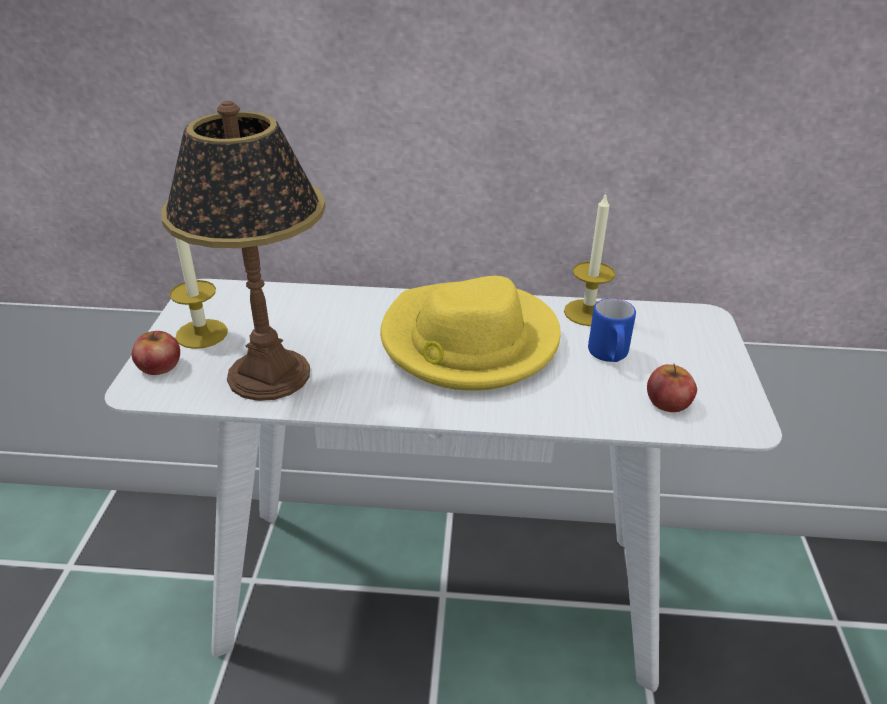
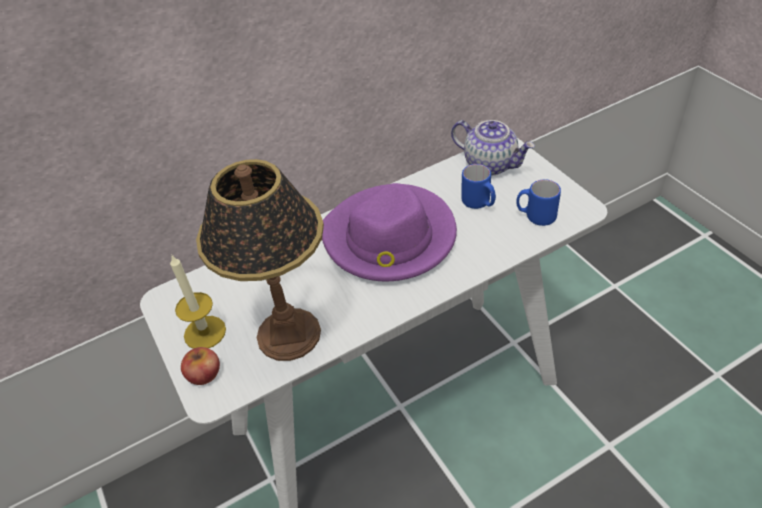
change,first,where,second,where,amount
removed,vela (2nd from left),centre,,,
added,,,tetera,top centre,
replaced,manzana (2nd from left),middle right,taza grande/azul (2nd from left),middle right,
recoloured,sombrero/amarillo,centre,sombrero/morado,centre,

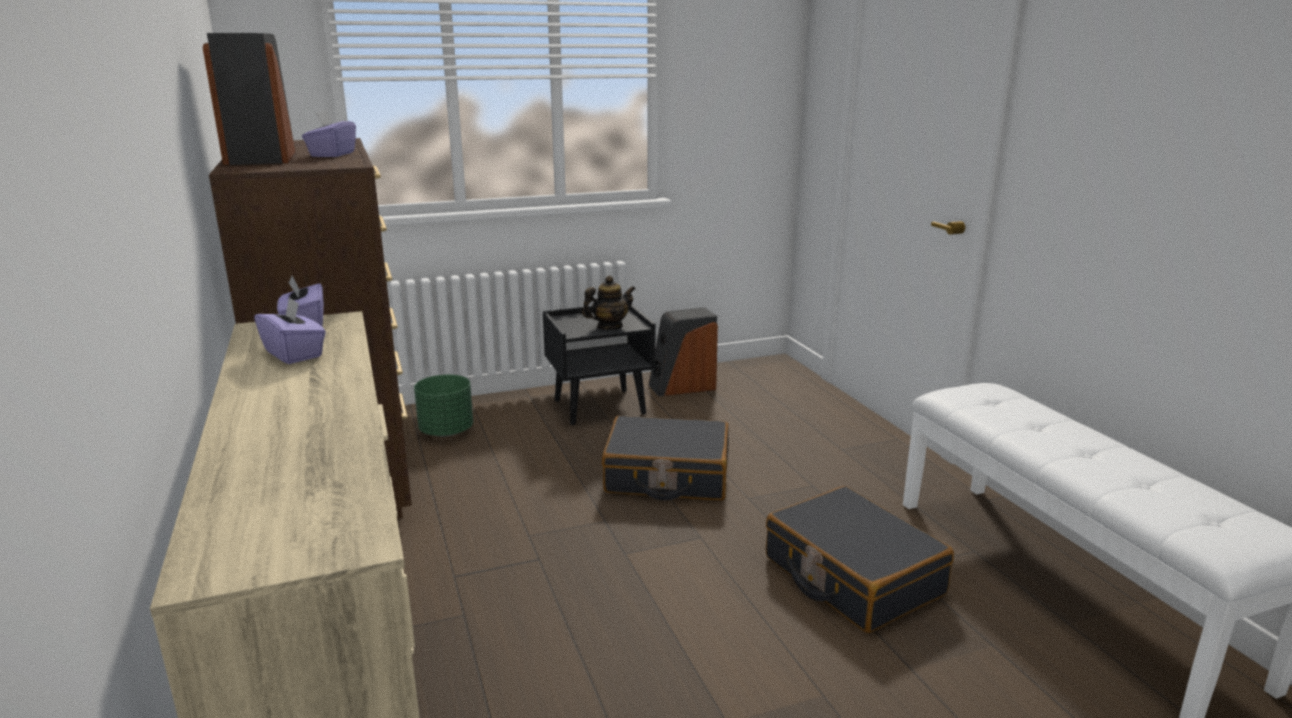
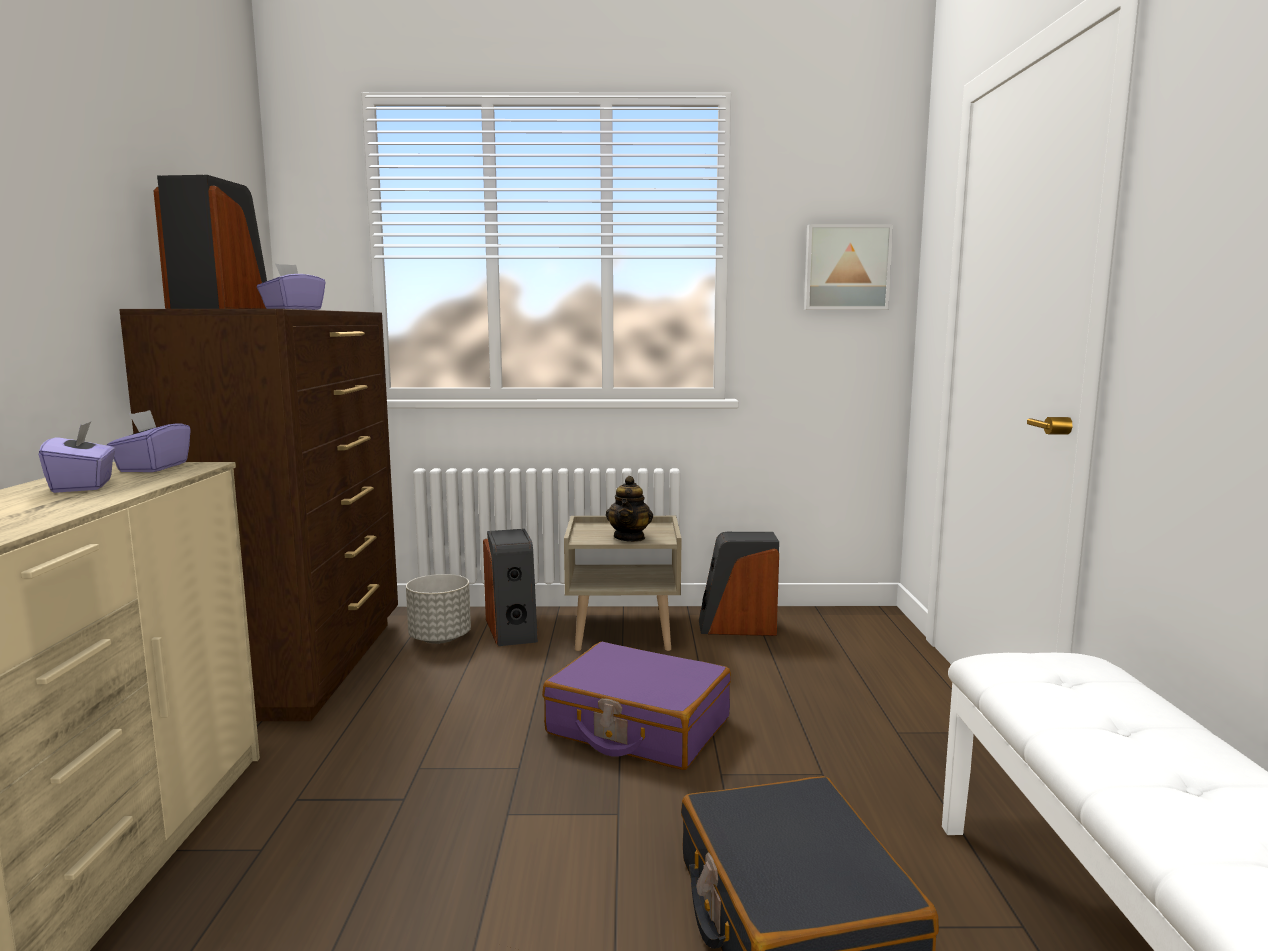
change,first,where,second,where,amount
added,,,altavoz (2nd from left),centre,
added,,,cuadro,top right,
recoloured,maceta/verde,centre,maceta/gris,centre,
recoloured,mesita de noche/negro,centre,mesita de noche/beis,centre,
recoloured,maleta/negro (1st from left),centre,maleta/morado,bottom centre,
turned,tetera,centre,,centre,105 degrees clockwise

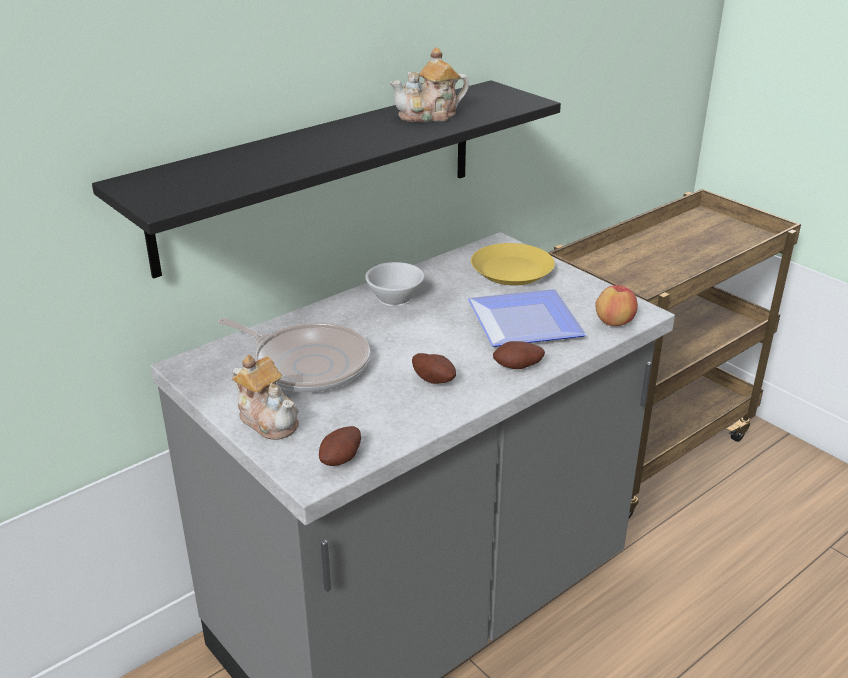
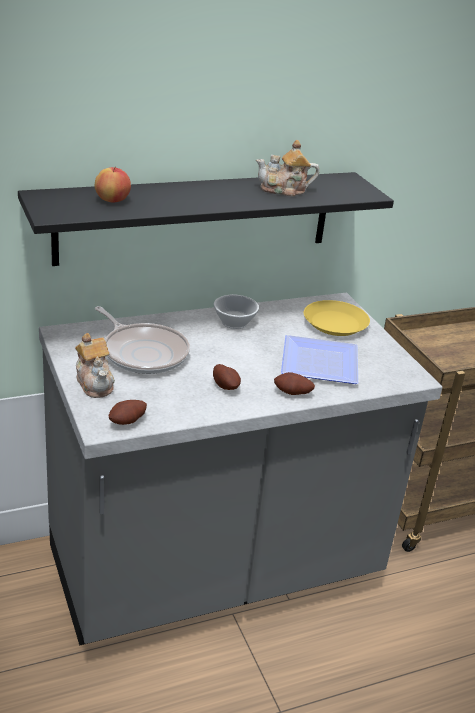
change,first,where,second,where,amount
moved,manzana,middle right,,top left,

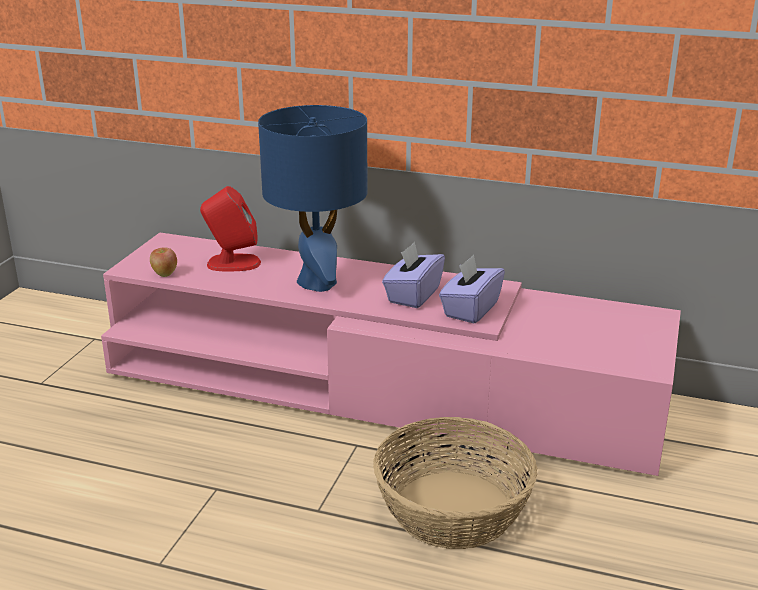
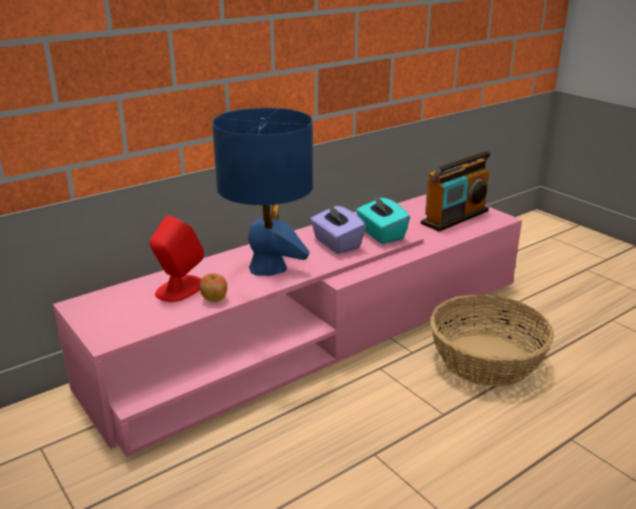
change,first,where,second,where,amount
added,,,radio,middle right,
moved,manzana,middle left,,centre,
recoloured,caja de pañuelos/morado (2nd from left),centre,caja de pañuelos/turquesa,centre,

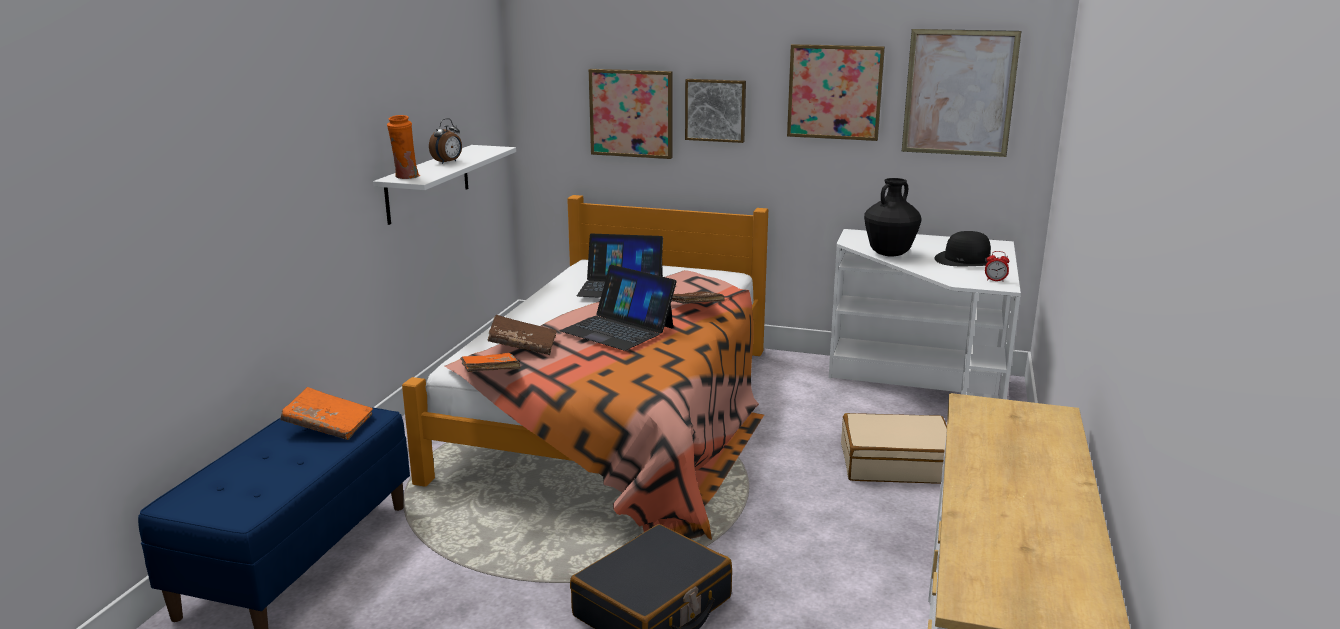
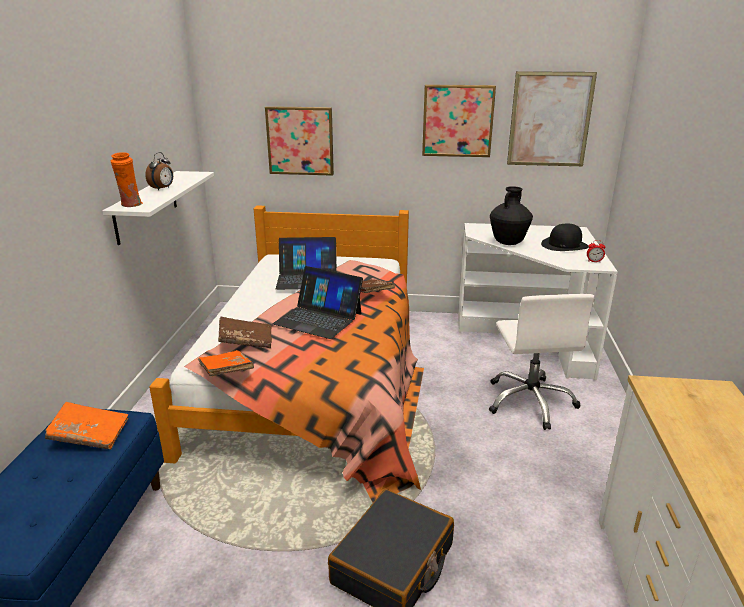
change,first,where,second,where,amount
removed,cuadro (2nd from left),top centre,,,
replaced,maleta/beis,bottom right,silla de oficina/blanco,middle right,

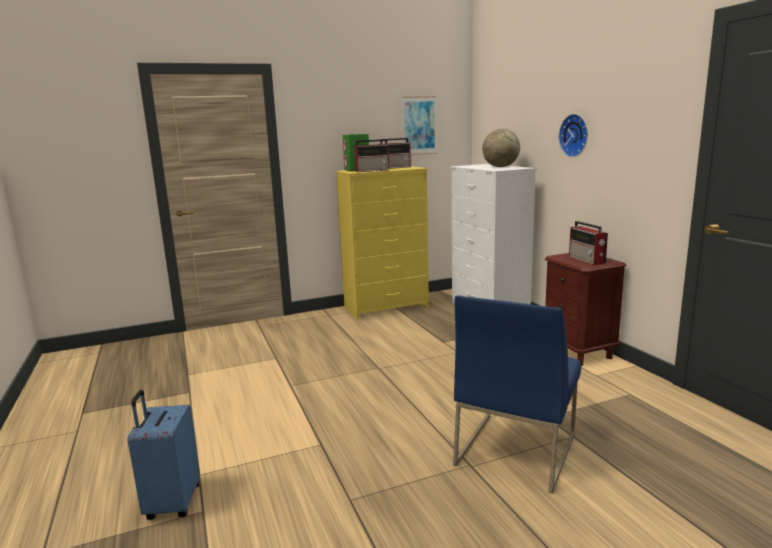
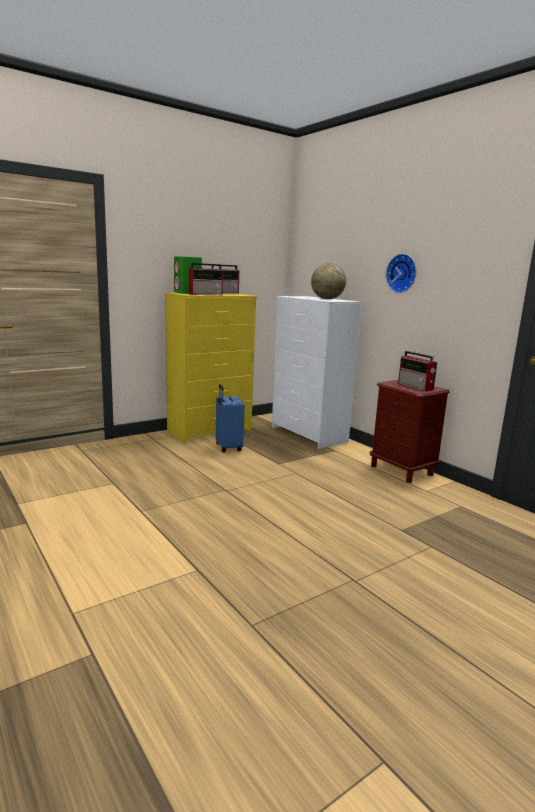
change,first,where,second,where,amount
removed,cuadro,top centre,,,
removed,silla/azul,bottom right,,,
moved,maleta/azul,bottom left,,centre,

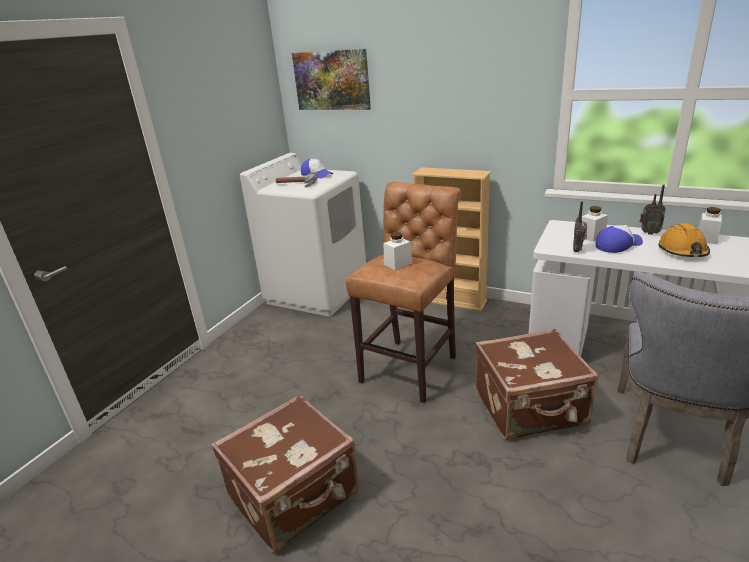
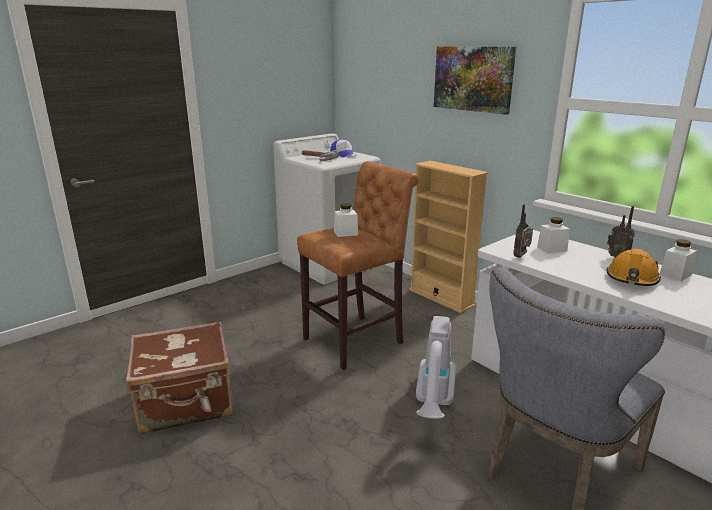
change,first,where,second,where,amount
removed,gorra (2nd from left),middle right,,,
moved,cuadro,top centre,,top right,
replaced,maleta/marrón (2nd from left),bottom right,aspiradora,bottom centre,

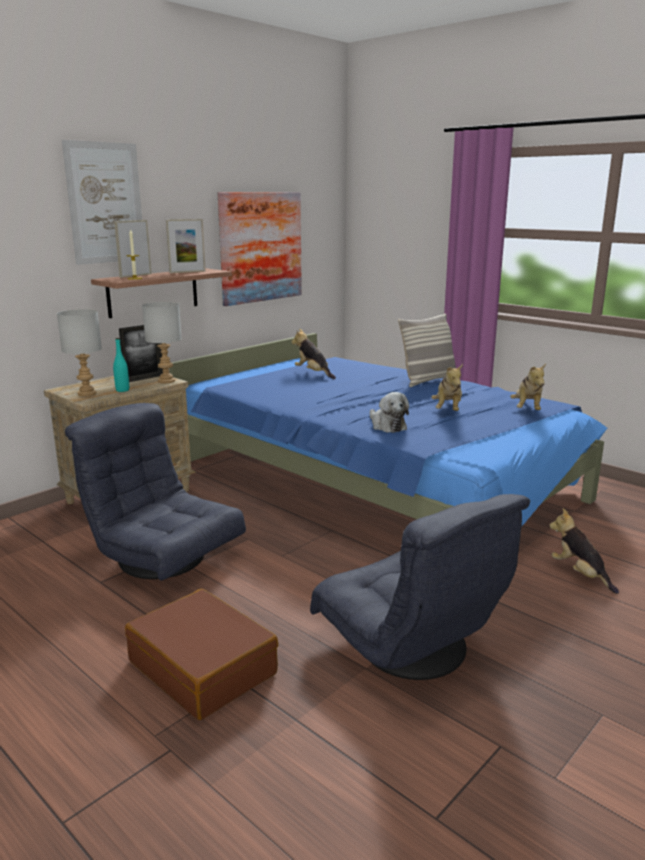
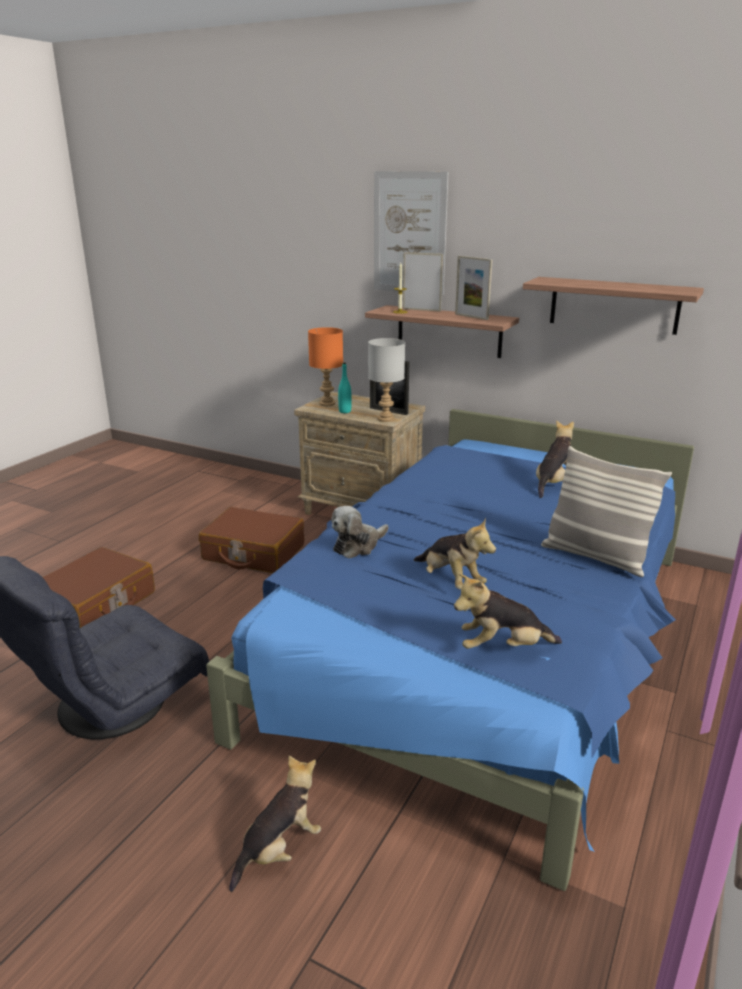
change,first,where,second,where,amount
replaced,sillón/gris (1st from left),middle left,maleta/marrón (2nd from left),centre,
replaced,cuadro (2nd from left),top centre,estante (2nd from left),top right,
recoloured,lámpara de mesa/gris (1st from left),middle left,lámpara de mesa/naranja,centre,
turned,peluche (3rd from left),middle right,,centre,120 degrees counterclockwise

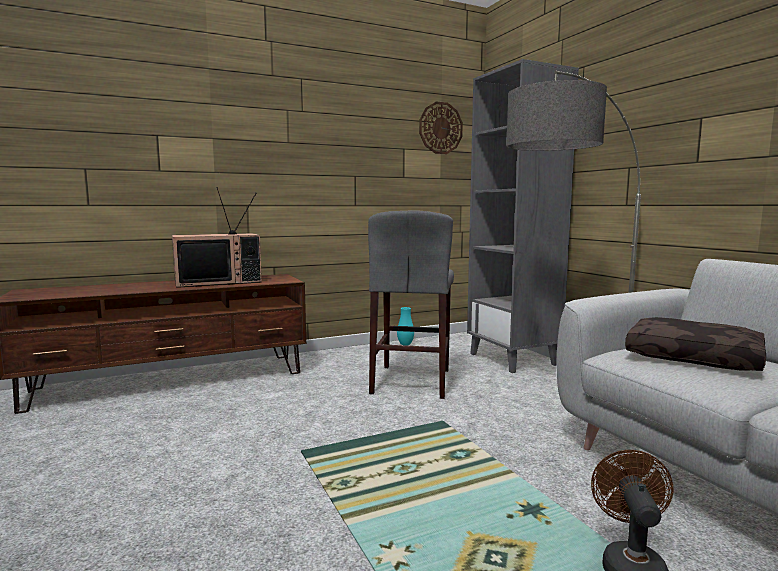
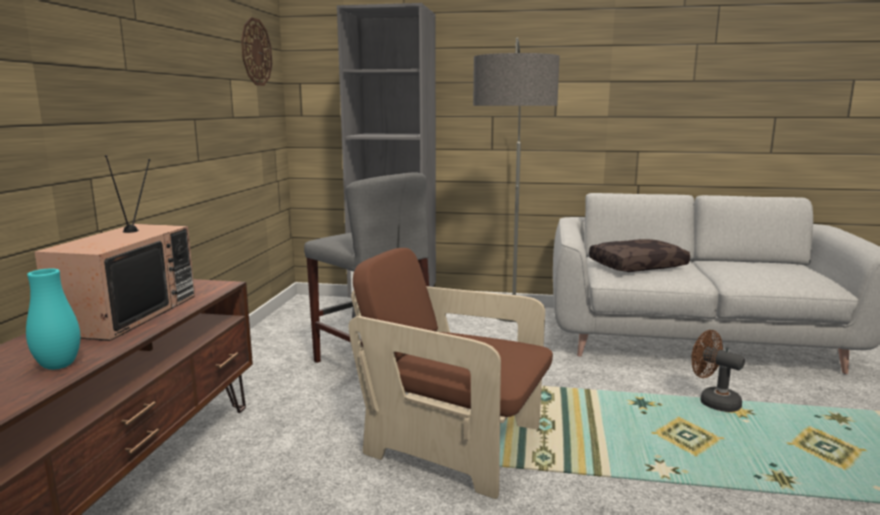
change,first,where,second,where,amount
added,,,sillón/marrón,bottom centre,
moved,florero/turquesa,centre,,middle left,

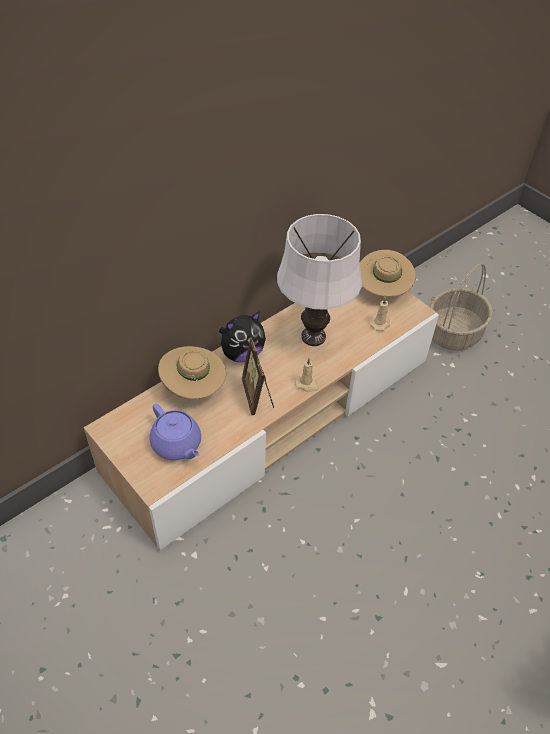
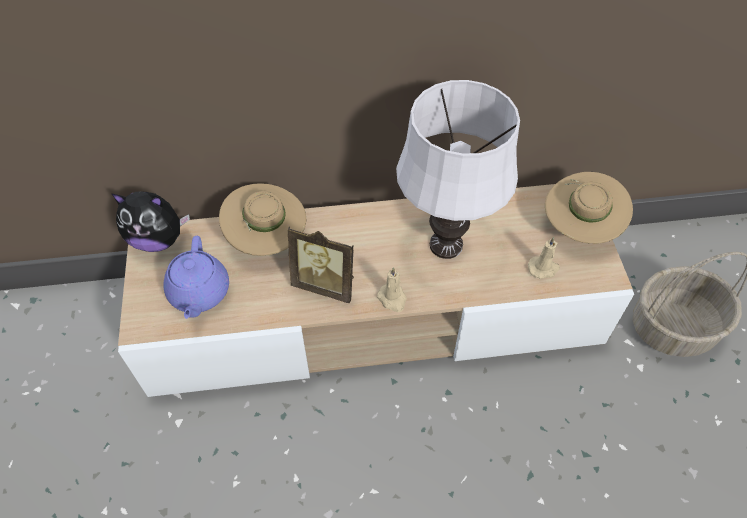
change,first,where,second,where,amount
moved,peluche,centre,,middle left,
turned,portarretratos,centre,,centre,90 degrees counterclockwise

